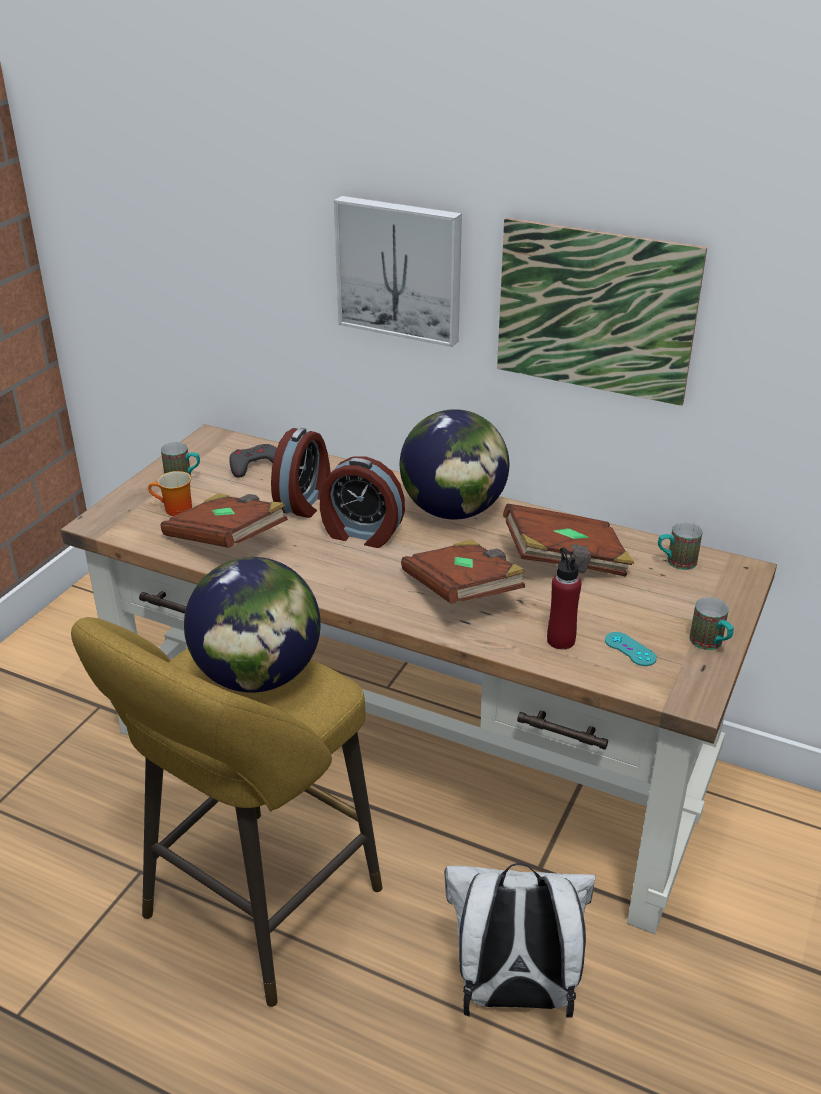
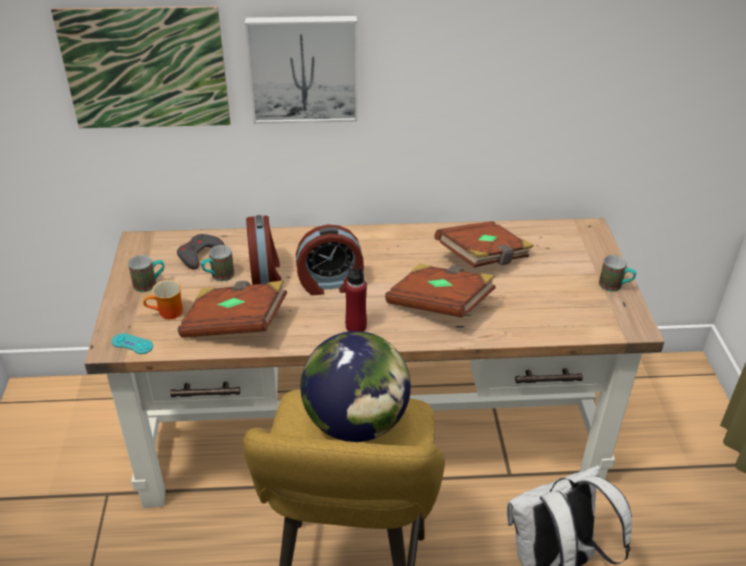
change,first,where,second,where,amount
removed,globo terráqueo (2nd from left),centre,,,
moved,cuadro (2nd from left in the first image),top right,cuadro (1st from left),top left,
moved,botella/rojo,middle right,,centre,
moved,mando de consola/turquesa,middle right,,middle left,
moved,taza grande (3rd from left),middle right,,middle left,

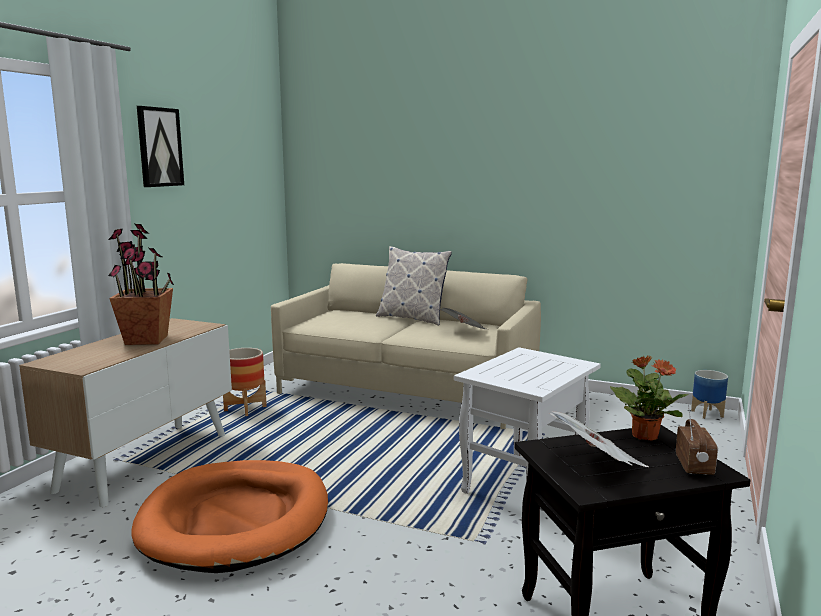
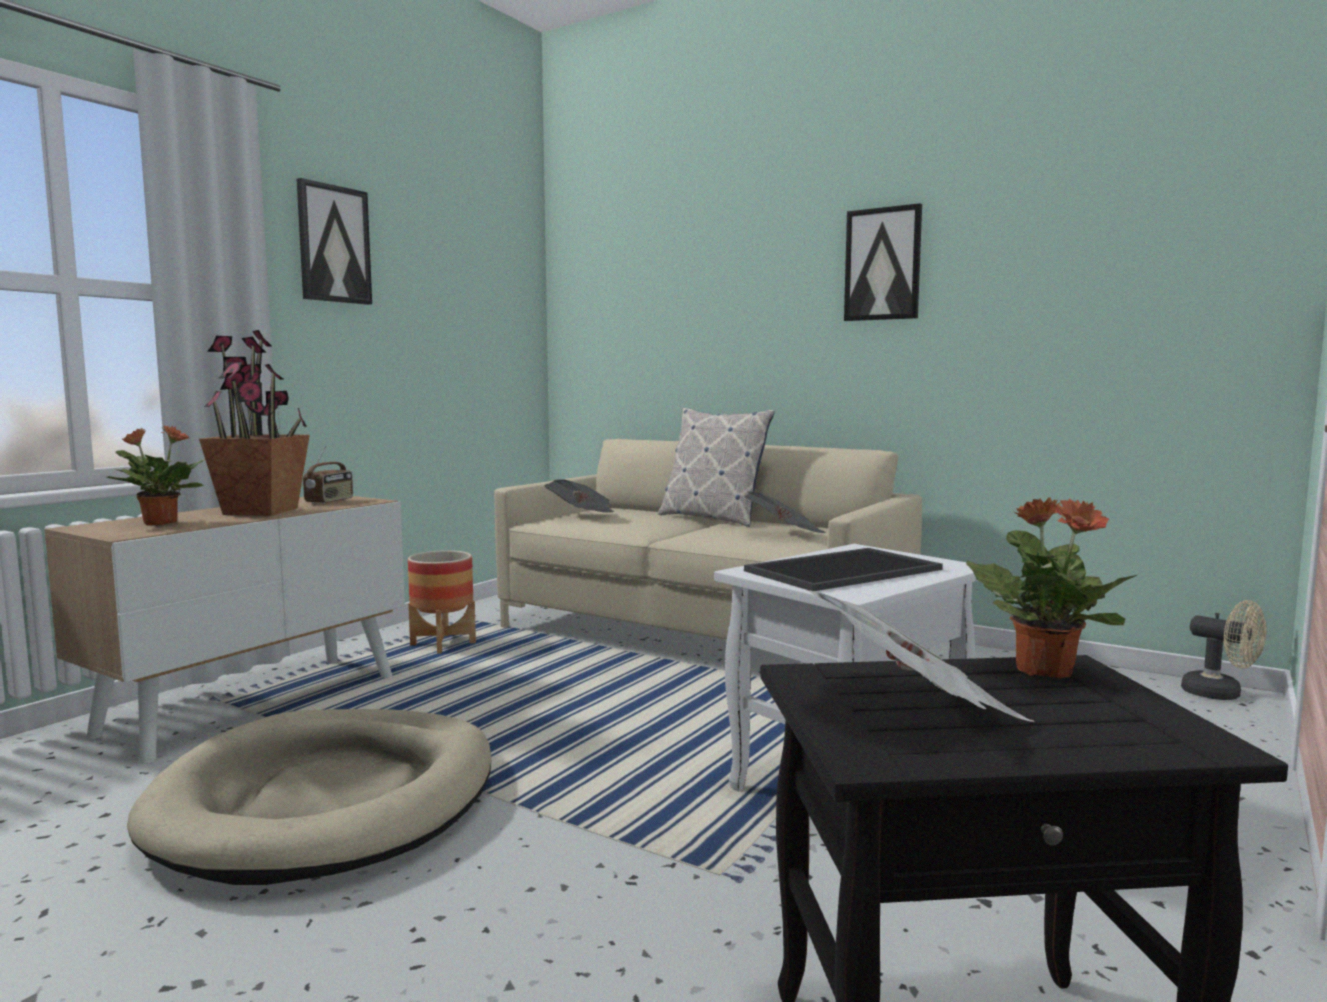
change,first,where,second,where,amount
added,,,planta en maceta (1st from left),middle left,
added,,,periódico (1st from left),centre,
added,,,bandeja,centre,
added,,,cuadro (2nd from left),top centre,
moved,radio,bottom right,,middle left,
replaced,maceta (2nd from left),middle right,ventilador/beis,middle right,
recoloured,cama para perro/naranja,bottom left,cama para perro/beis,bottom left,

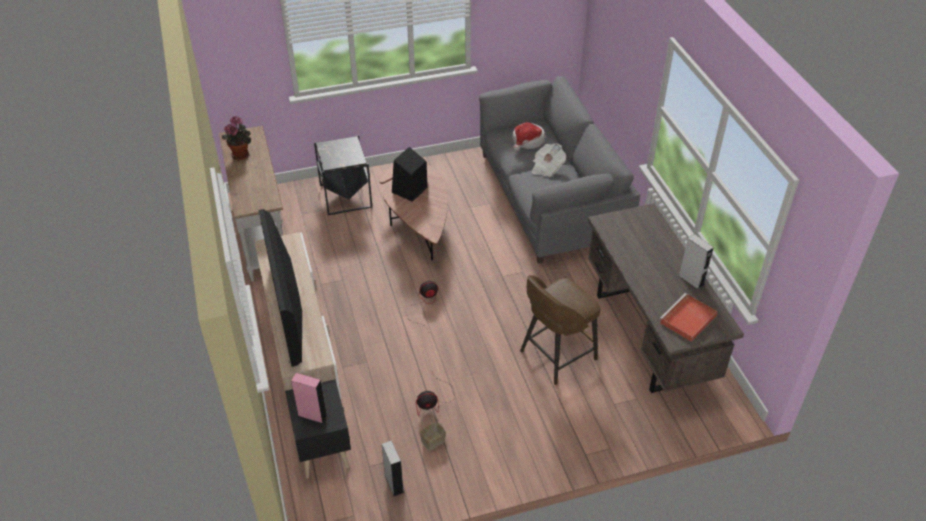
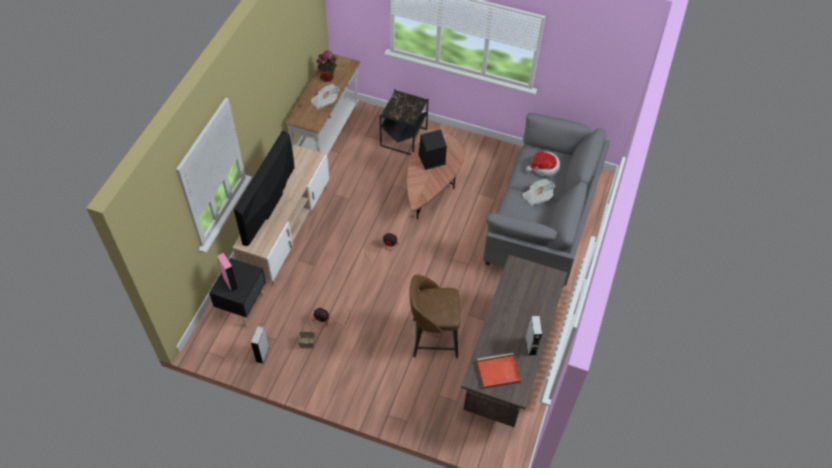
change,first,where,second,where,amount
added,,,periódico (1st from left),top centre,

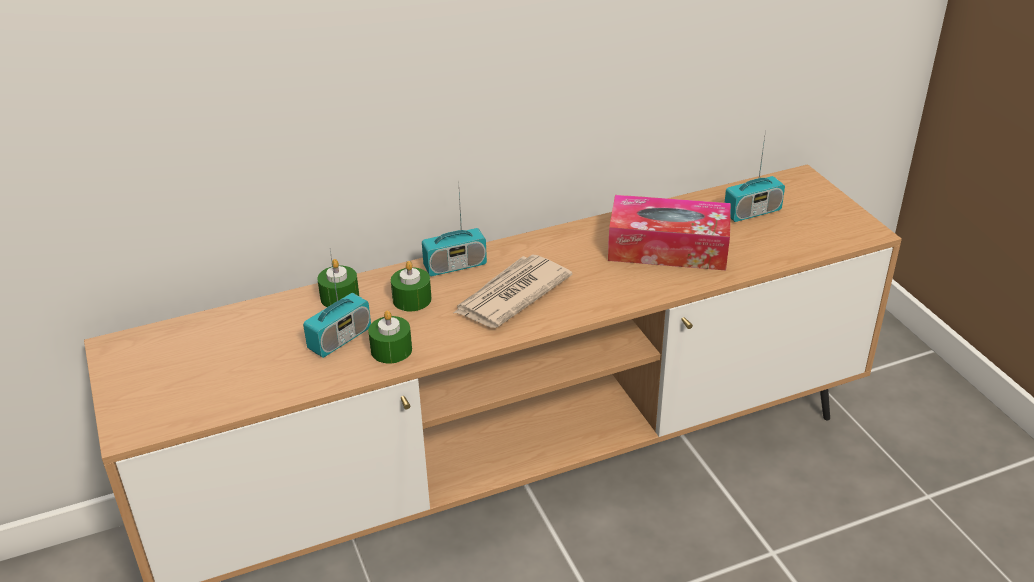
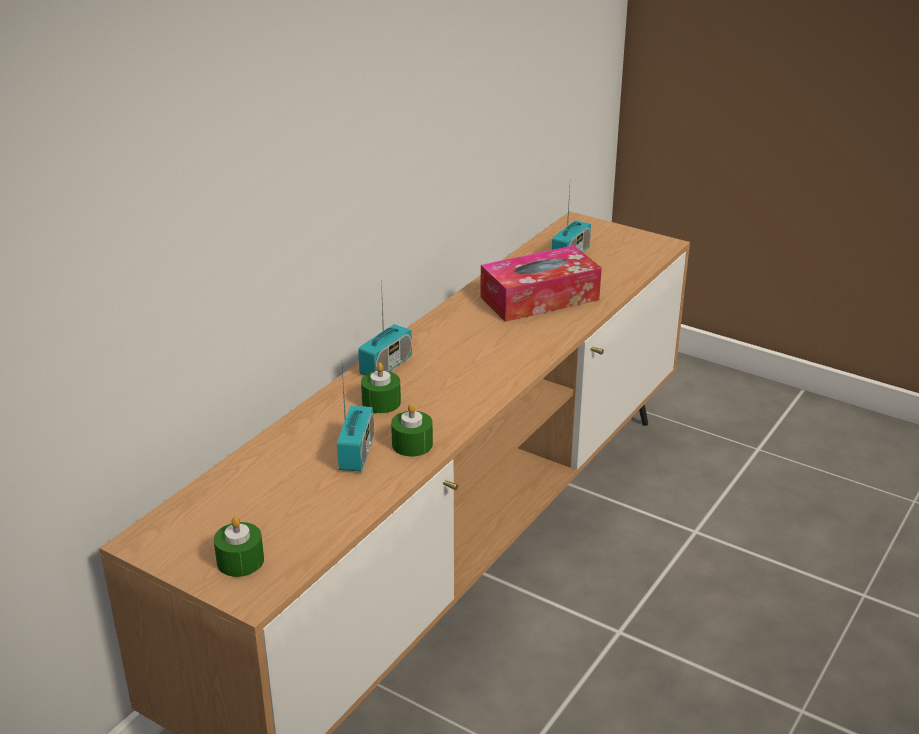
change,first,where,second,where,amount
removed,periódico,centre,,,
moved,vela/verde (1st from left),middle left,,bottom left,

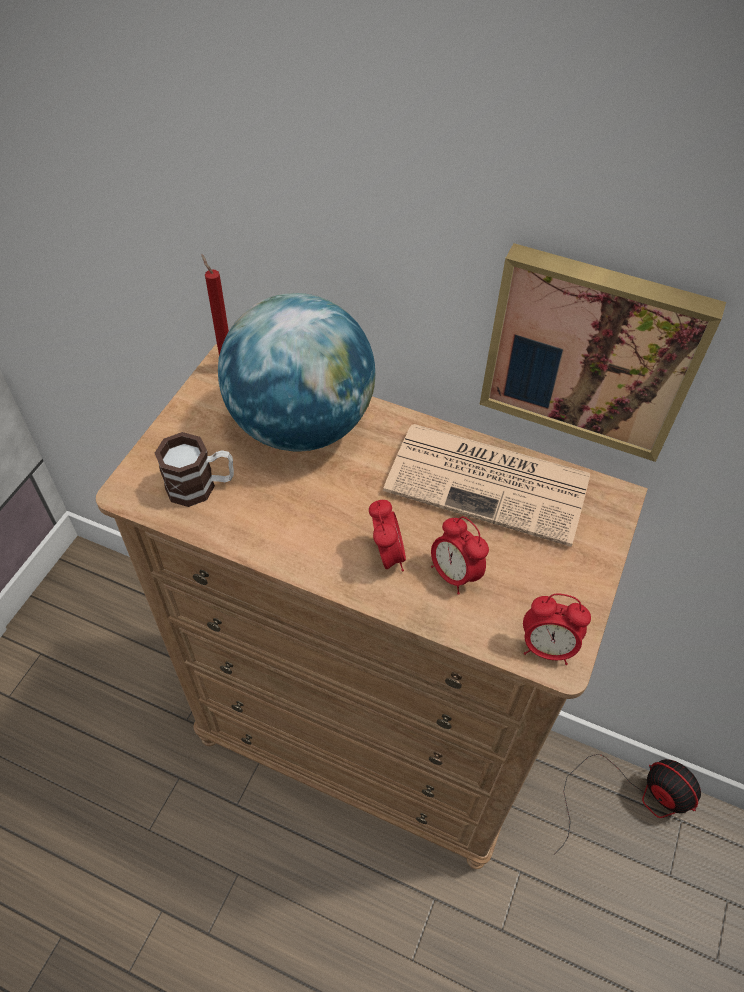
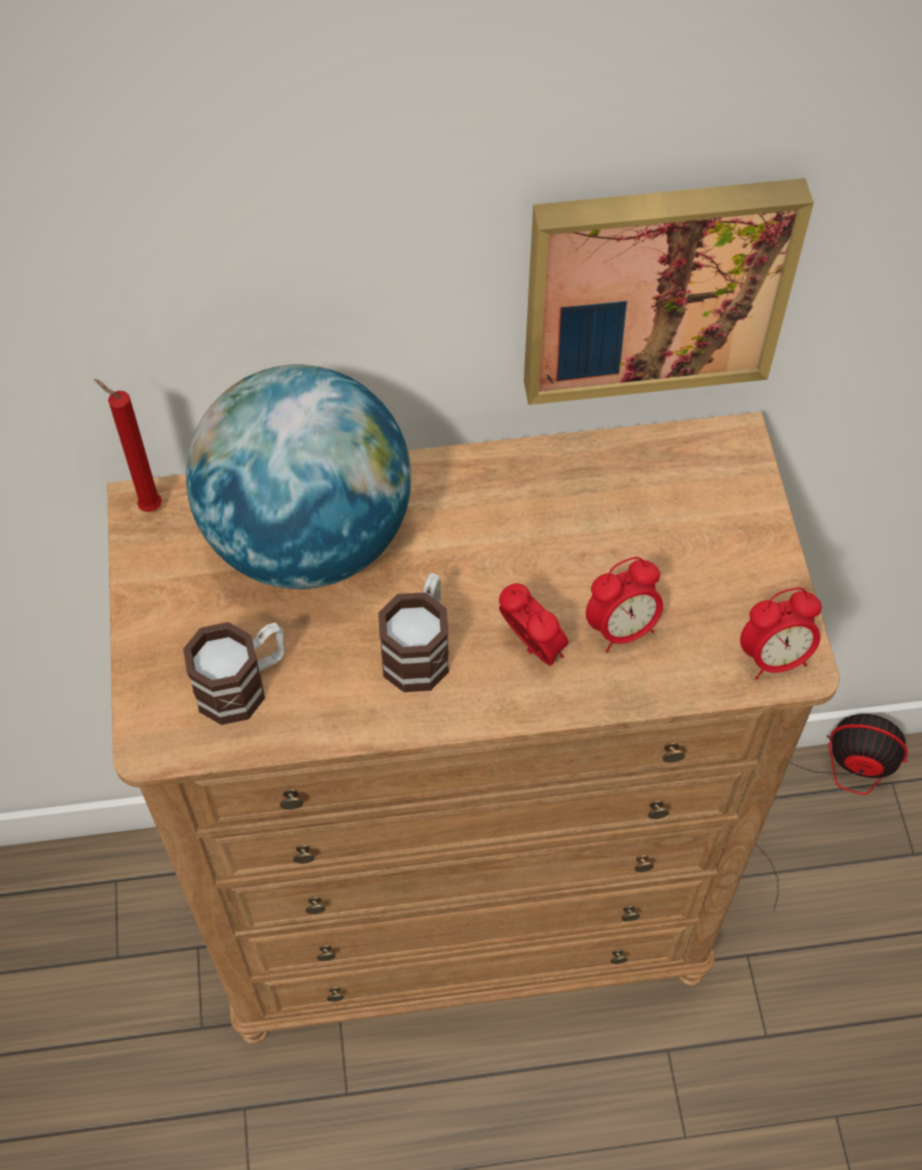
change,first,where,second,where,amount
removed,periódico,centre,,,
added,,,taza grande (2nd from left),centre,
turned,despertador (2nd from left),centre,,middle right,45 degrees counterclockwise

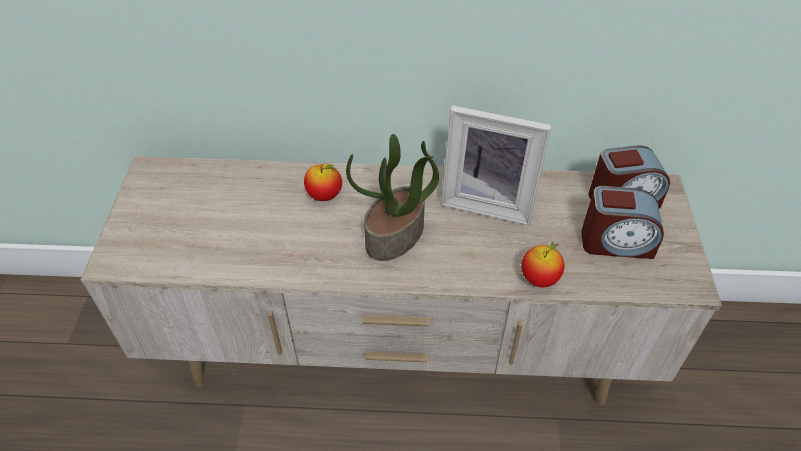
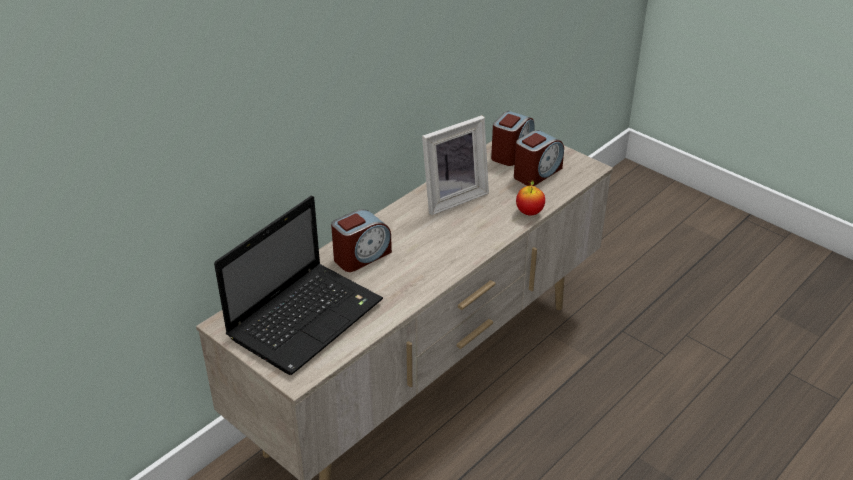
change,first,where,second,where,amount
removed,planta en maceta,centre,,,
added,,,portátil,centre,
replaced,manzana (1st from left),centre,despertador (1st from left),centre,

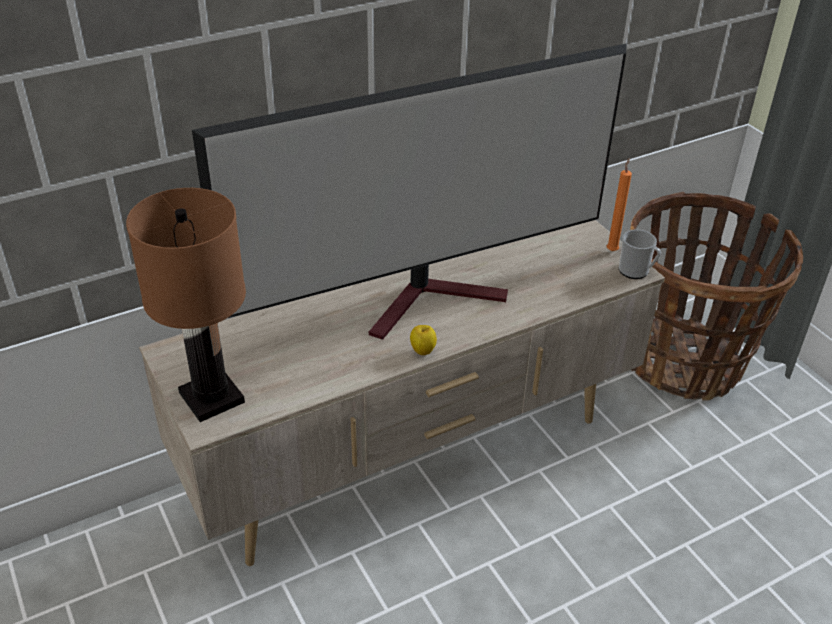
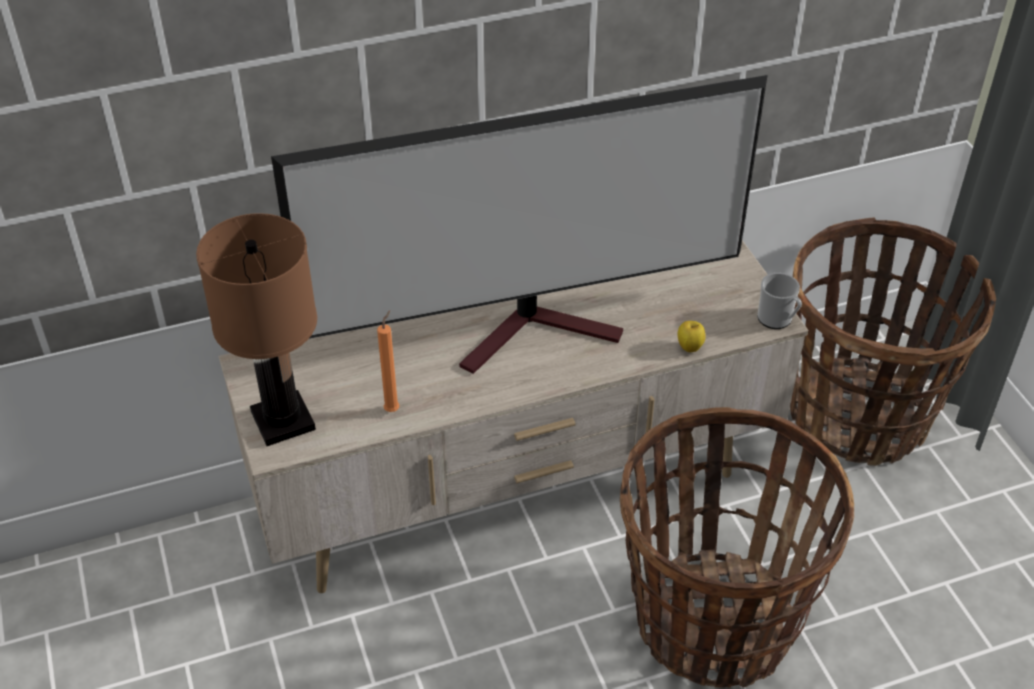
change,first,where,second,where,amount
added,,,cesta (1st from left),bottom right,
moved,manzana,centre,,middle right,
moved,vela/naranja,top right,,centre,

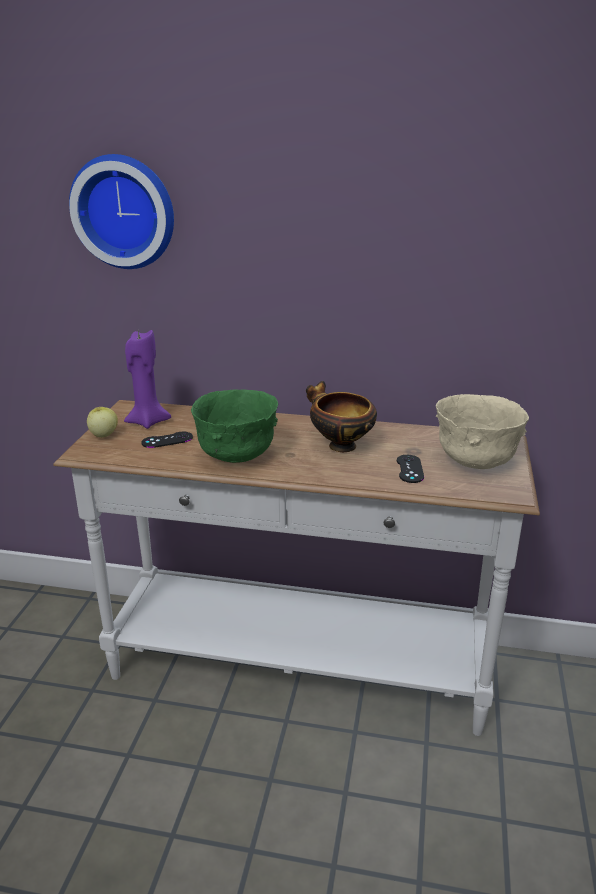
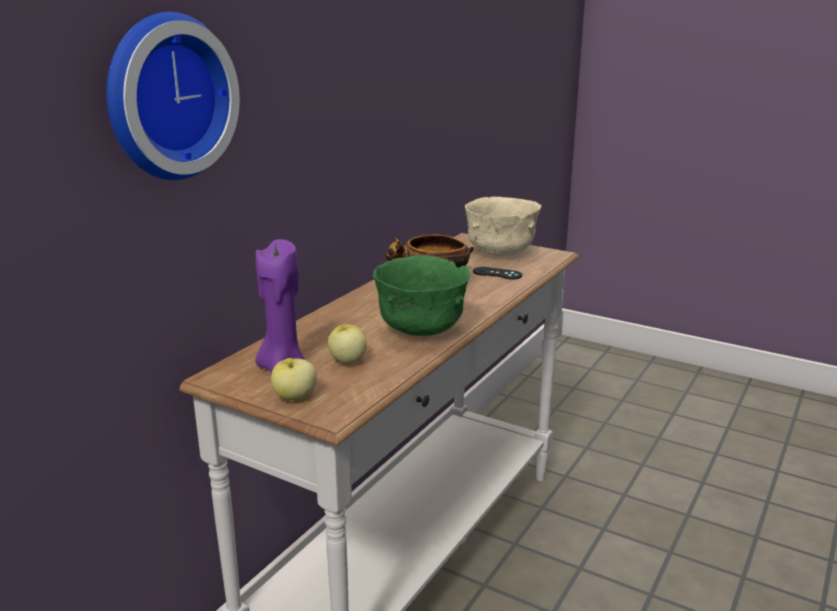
change,first,where,second,where,amount
replaced,mando de consola/negro (1st from left),middle left,manzana (2nd from left),centre,

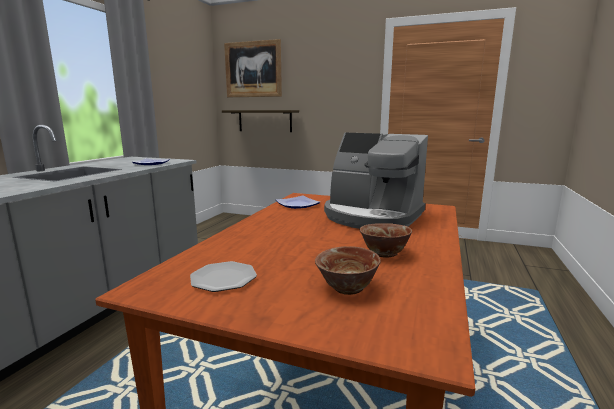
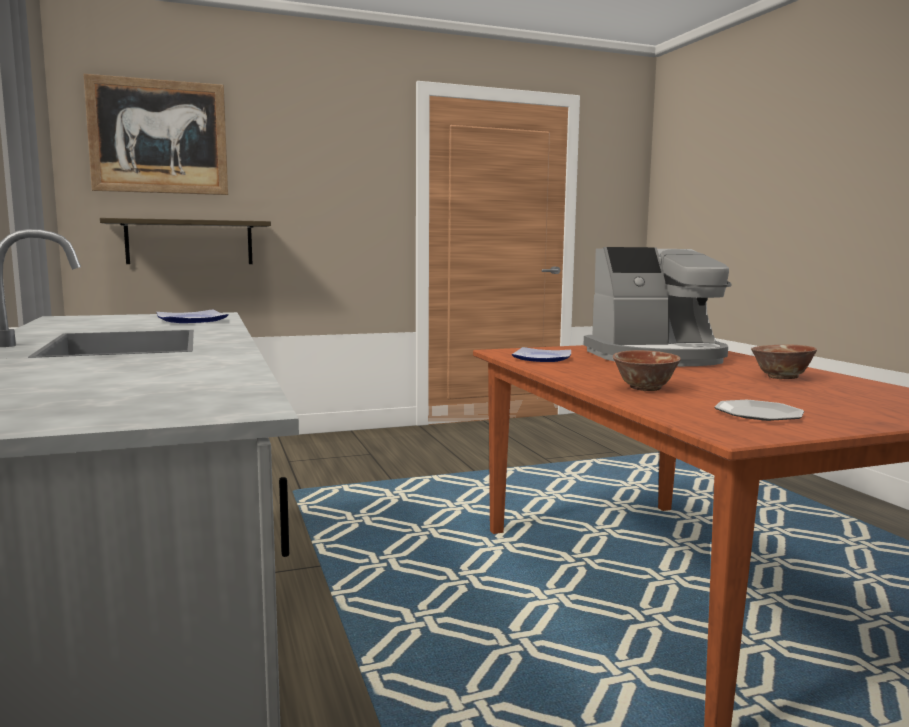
change,first,where,second,where,amount
moved,cuenco (1st from left),centre,,middle right,

